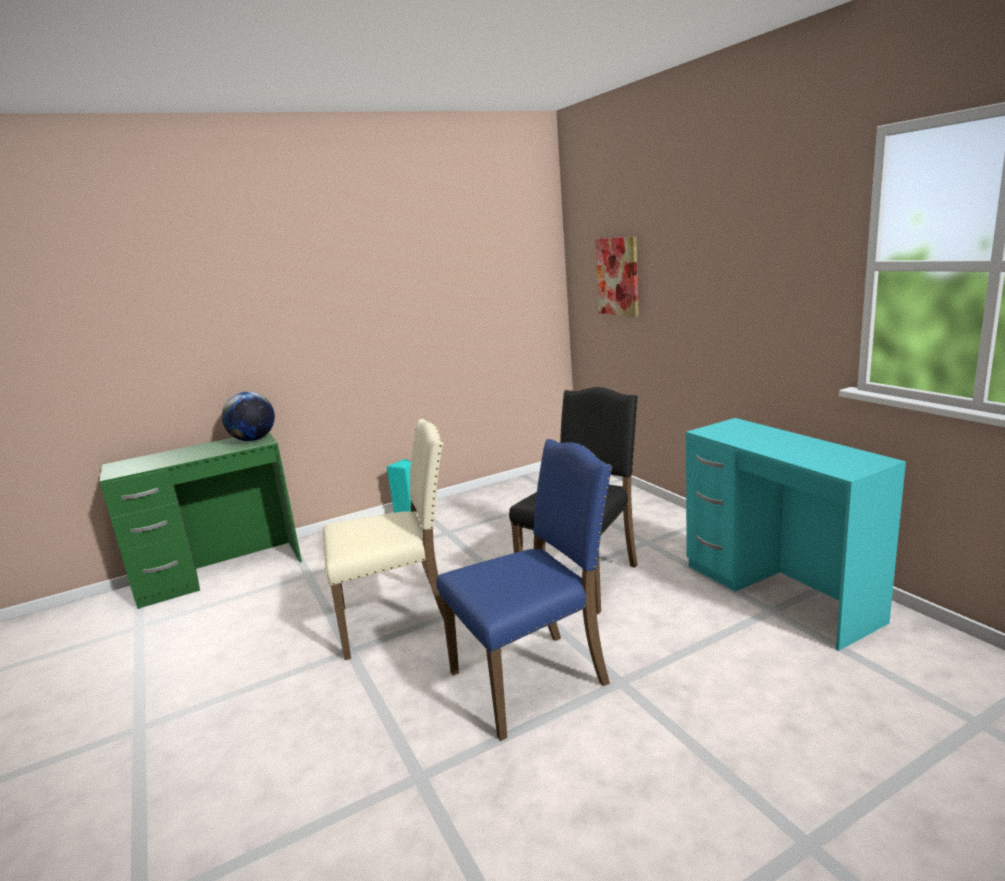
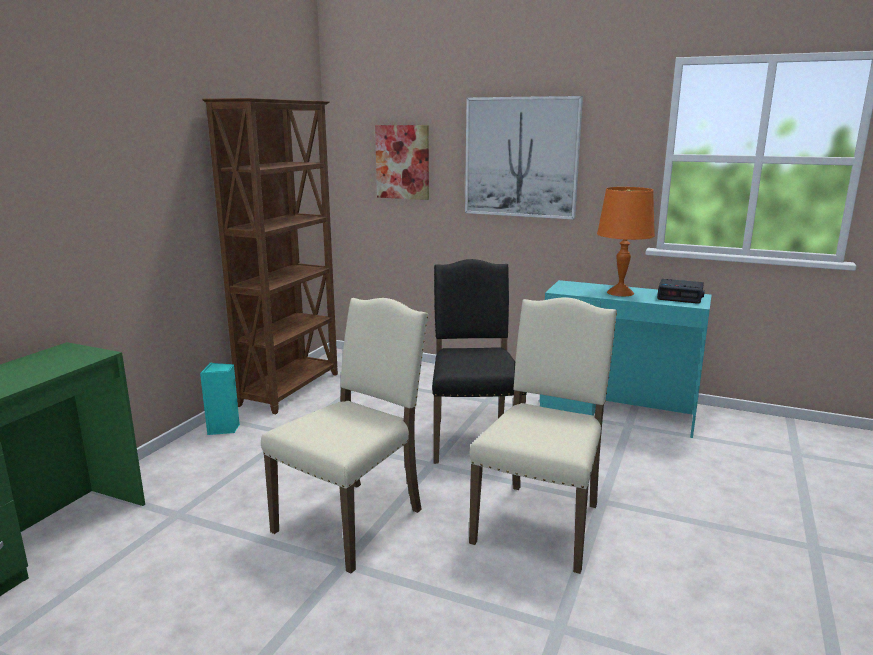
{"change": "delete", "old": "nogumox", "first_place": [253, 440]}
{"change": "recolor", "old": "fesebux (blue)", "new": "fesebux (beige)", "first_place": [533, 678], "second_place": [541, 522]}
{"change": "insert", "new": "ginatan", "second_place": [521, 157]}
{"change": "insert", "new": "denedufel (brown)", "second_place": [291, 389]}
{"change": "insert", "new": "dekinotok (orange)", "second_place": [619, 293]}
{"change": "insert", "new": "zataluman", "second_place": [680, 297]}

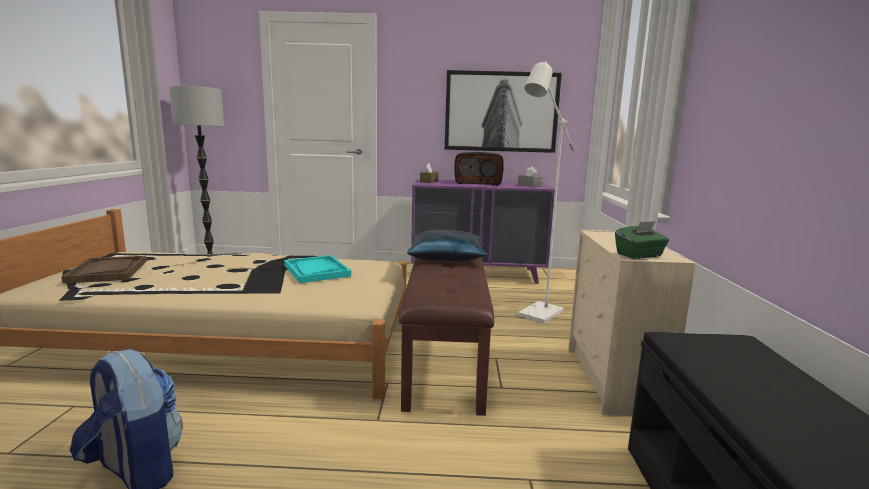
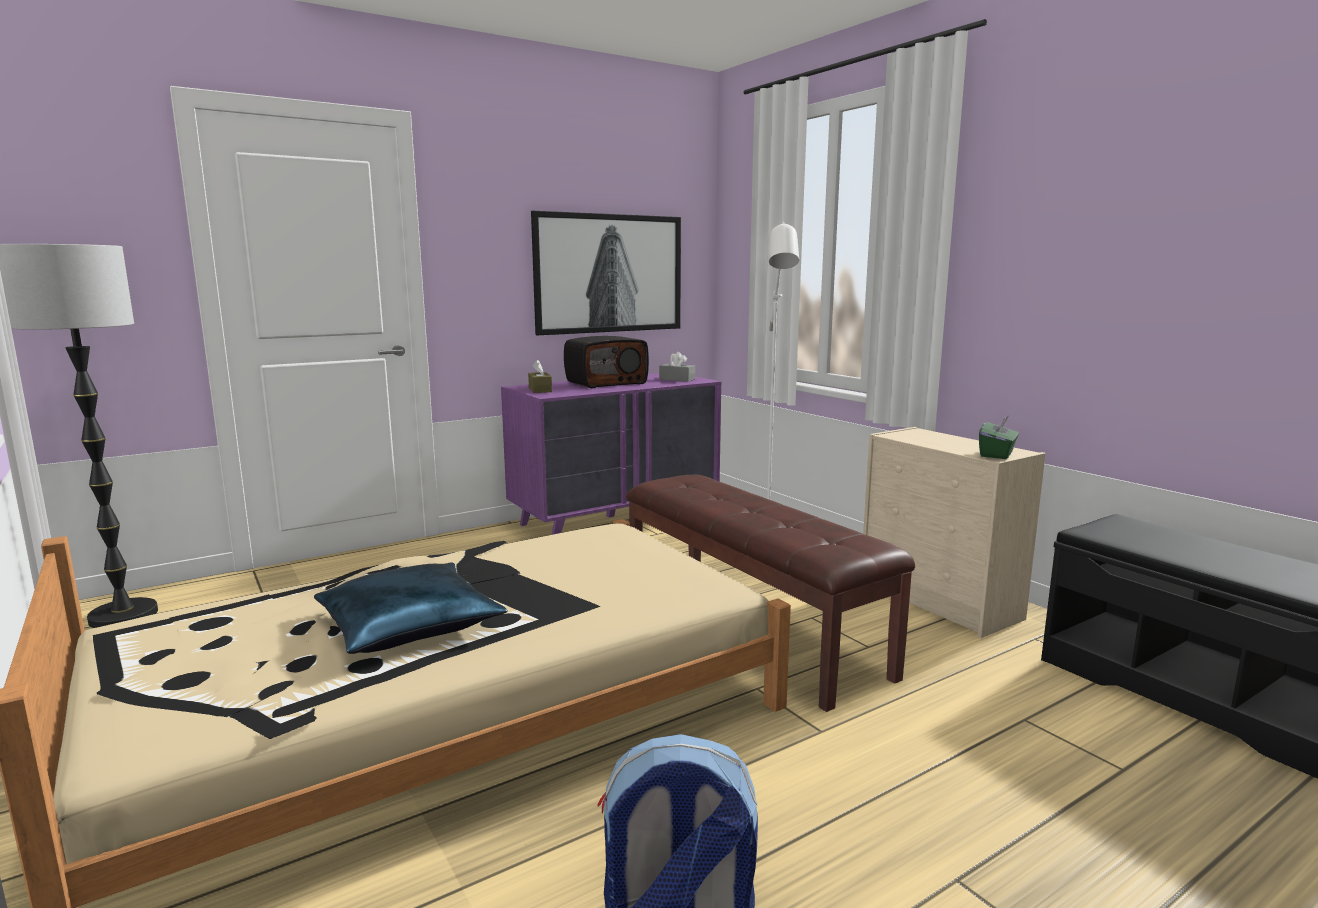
{"change": "move", "old": "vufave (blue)", "first_place": [446, 256], "second_place": [409, 624]}
{"change": "delete", "old": "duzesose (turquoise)", "first_place": [316, 271]}
{"change": "delete", "old": "duzesose (brown)", "first_place": [107, 271]}

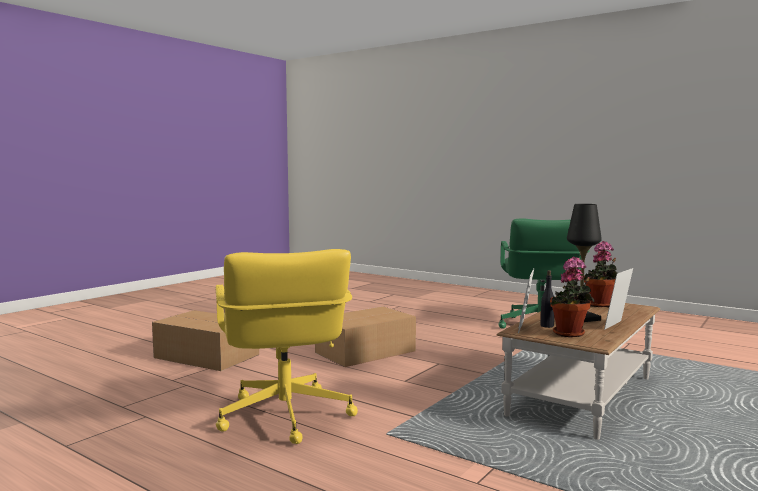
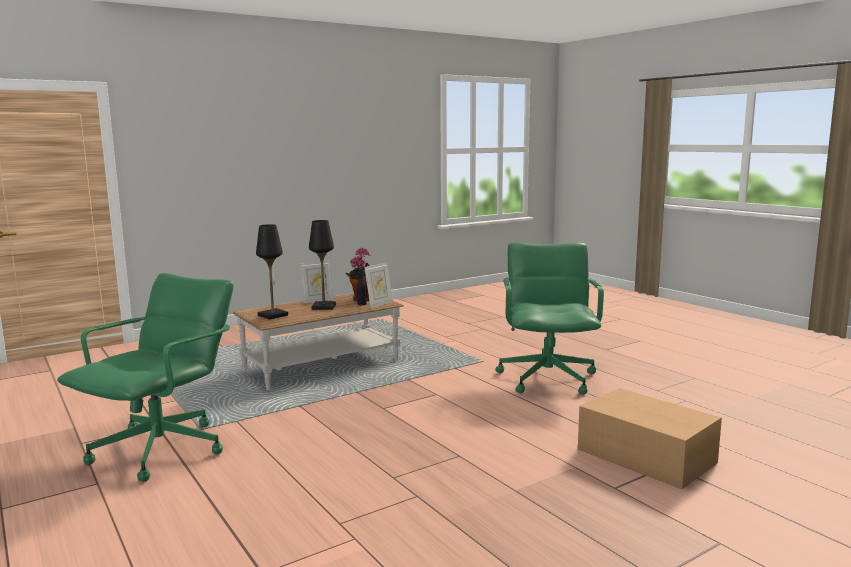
{"change": "replace", "old": "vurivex", "new": "dekinotok (black)", "first_place": [600, 305], "second_place": [273, 315]}
{"change": "recolor", "old": "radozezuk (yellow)", "new": "radozezuk (green)", "first_place": [284, 416], "second_place": [548, 378]}
{"change": "delete", "old": "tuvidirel", "first_place": [367, 351]}

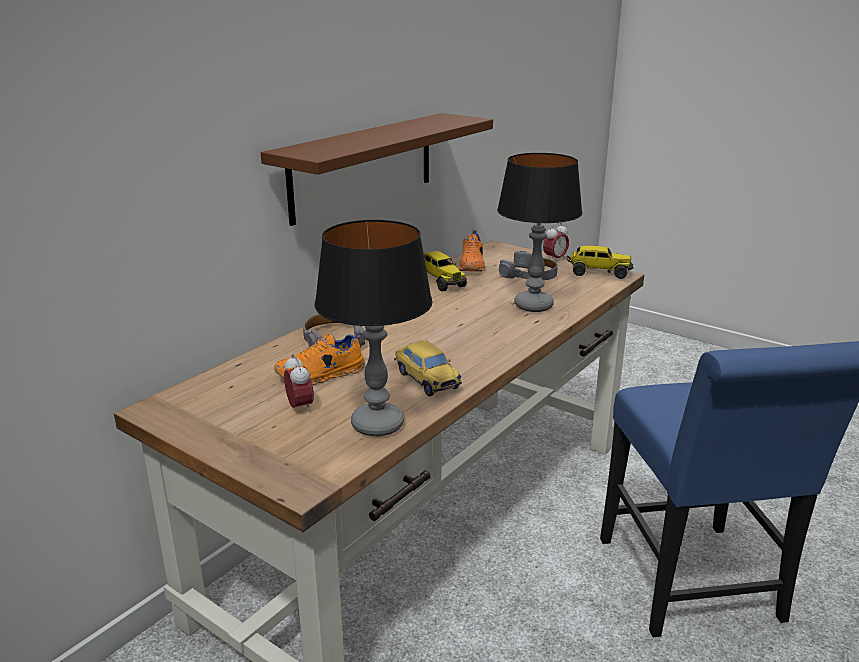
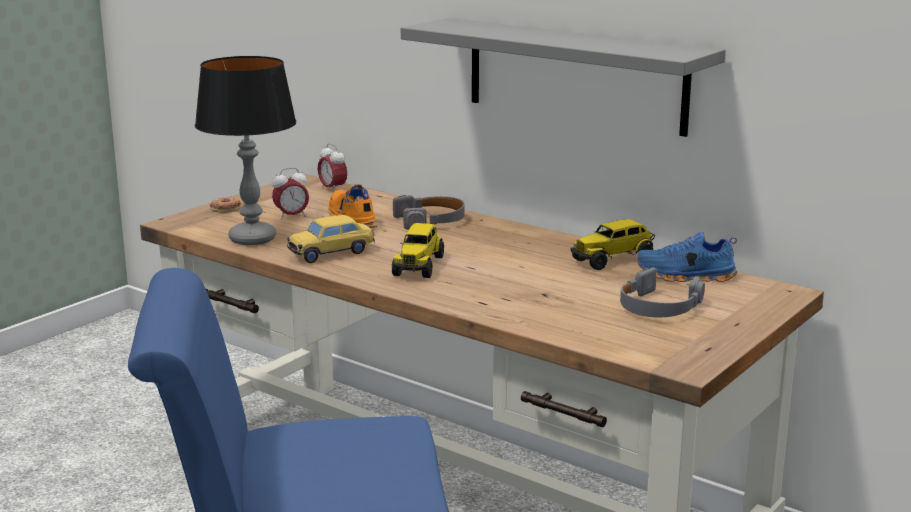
{"change": "recolor", "old": "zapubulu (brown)", "new": "zapubulu (grey)", "first_place": [363, 166], "second_place": [575, 75]}
{"change": "delete", "old": "dekinotok", "first_place": [533, 305]}
{"change": "move", "old": "zataluman", "first_place": [555, 259], "second_place": [332, 189]}
{"change": "recolor", "old": "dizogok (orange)", "new": "dizogok (blue)", "first_place": [473, 266], "second_place": [685, 276]}
{"change": "move", "old": "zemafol", "first_place": [598, 273], "second_place": [418, 266]}
{"change": "insert", "new": "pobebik", "second_place": [225, 208]}

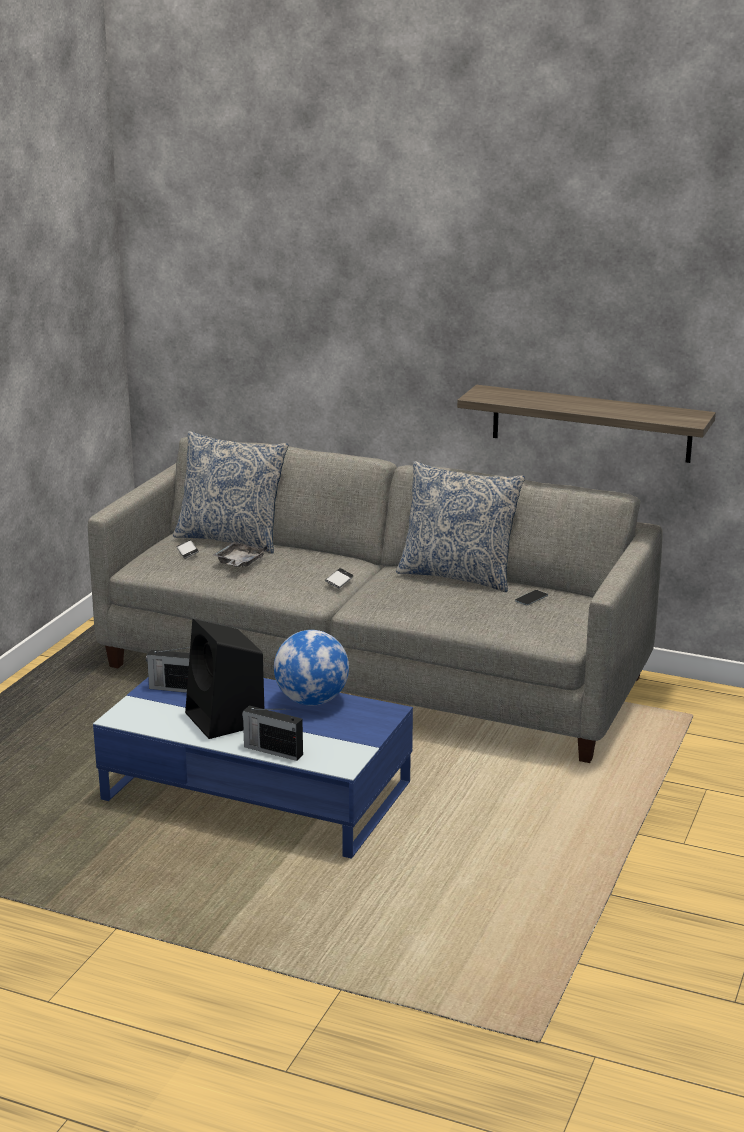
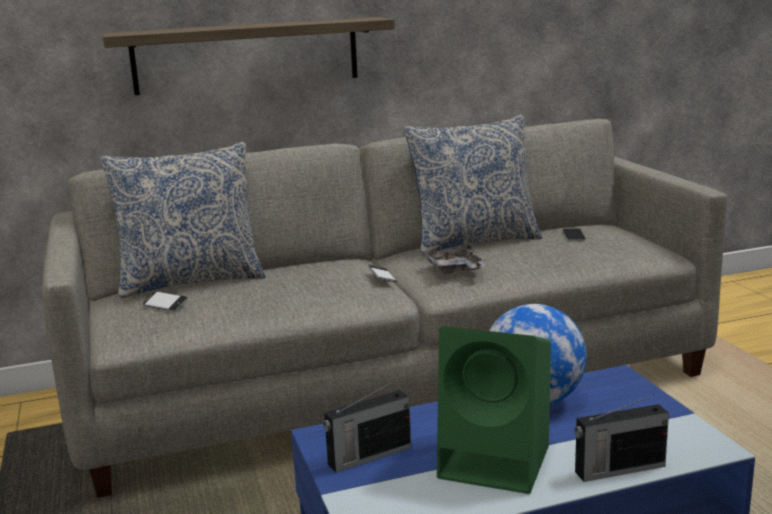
{"change": "move", "old": "zapubulu", "first_place": [591, 423], "second_place": [247, 55]}
{"change": "move", "old": "duzesose (grey)", "first_place": [239, 562], "second_place": [455, 269]}
{"change": "recolor", "old": "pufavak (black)", "new": "pufavak (green)", "first_place": [226, 719], "second_place": [498, 462]}

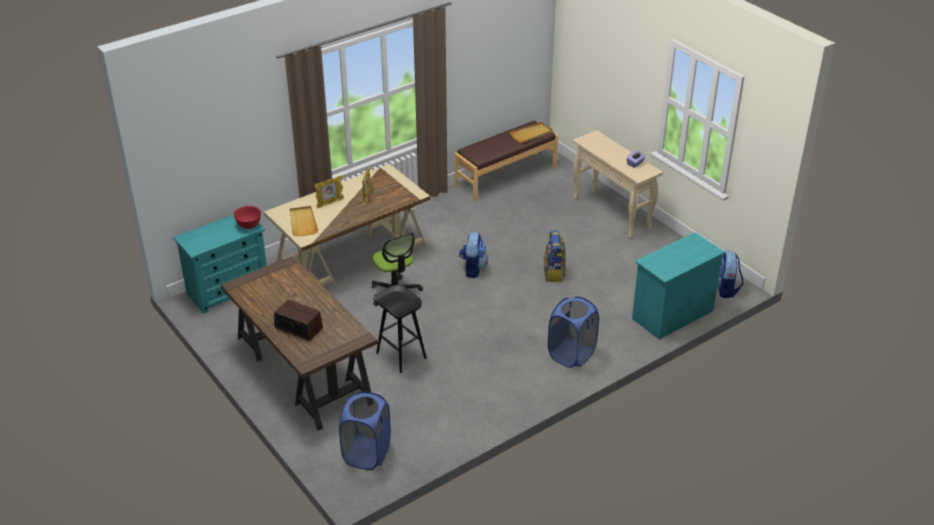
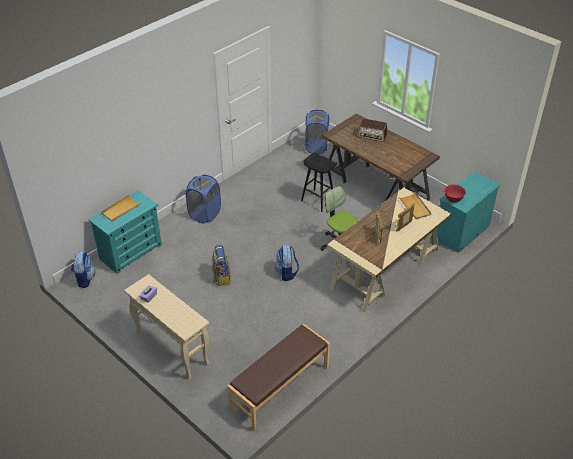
{"change": "move", "old": "duzesose (beige)", "first_place": [531, 134], "second_place": [120, 210]}

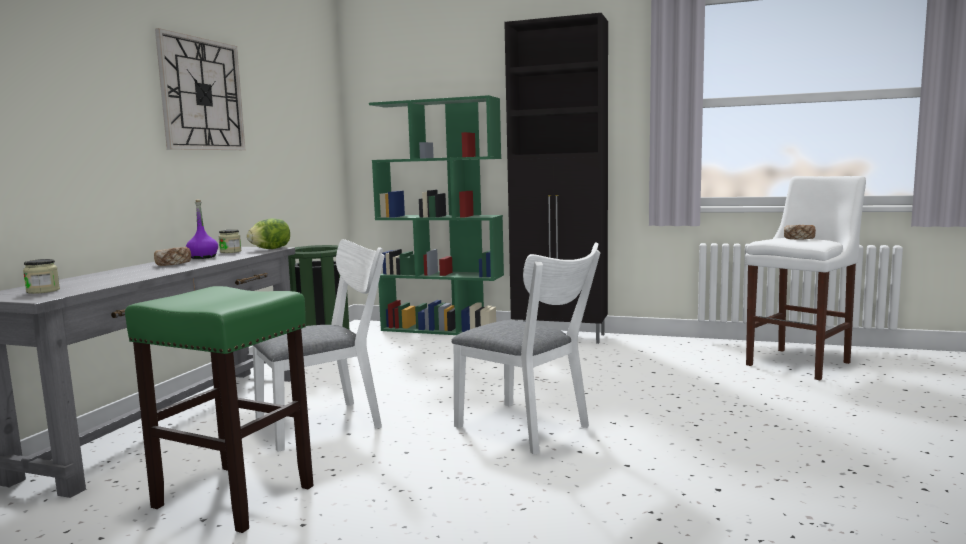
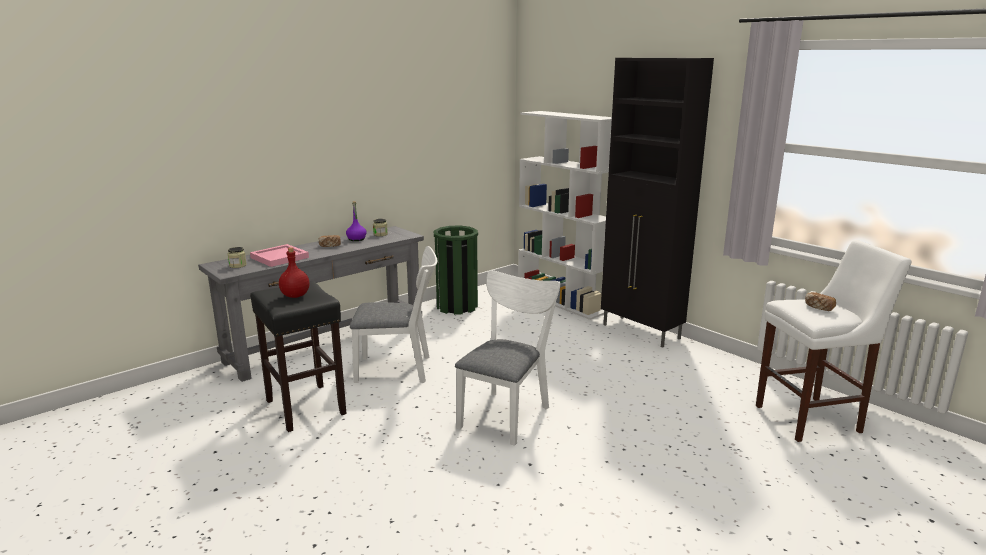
{"change": "delete", "old": "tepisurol", "first_place": [202, 94]}
{"change": "recolor", "old": "denedufel (green)", "new": "denedufel (white)", "first_place": [443, 329], "second_place": [562, 302]}
{"change": "delete", "old": "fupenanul", "first_place": [270, 249]}
{"change": "rotate", "old": "fesebux (white)", "first_place": [529, 429], "second_place": [507, 413], "degrees": -135}
{"change": "recolor", "old": "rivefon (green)", "new": "rivefon (black)", "first_place": [236, 496], "second_place": [306, 407]}
{"change": "insert", "new": "duzesose (pink)", "second_place": [279, 258]}
{"change": "insert", "new": "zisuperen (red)", "second_place": [296, 295]}

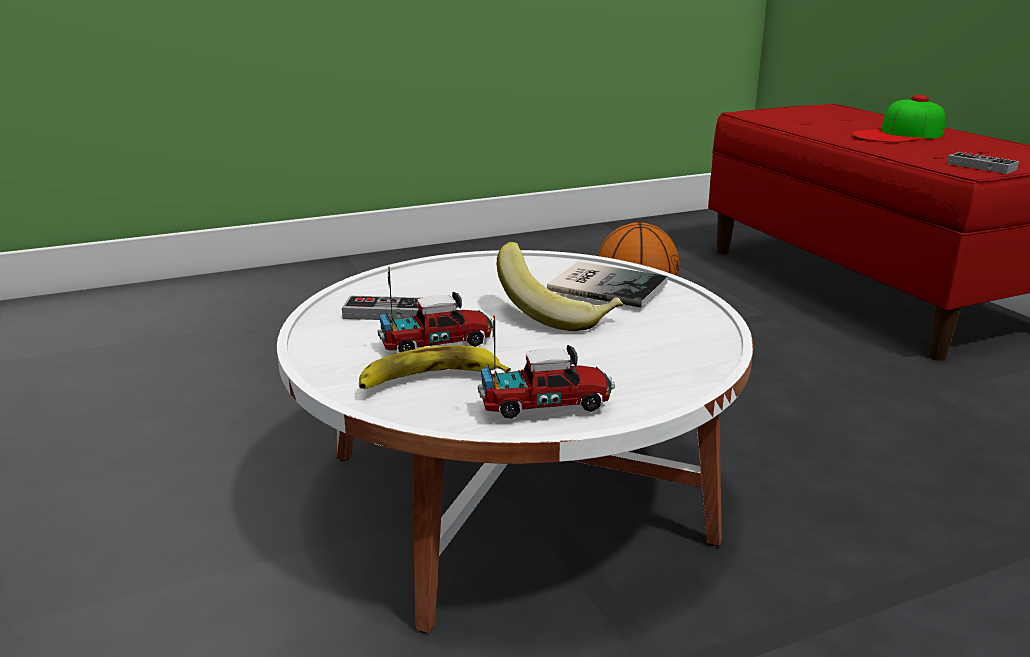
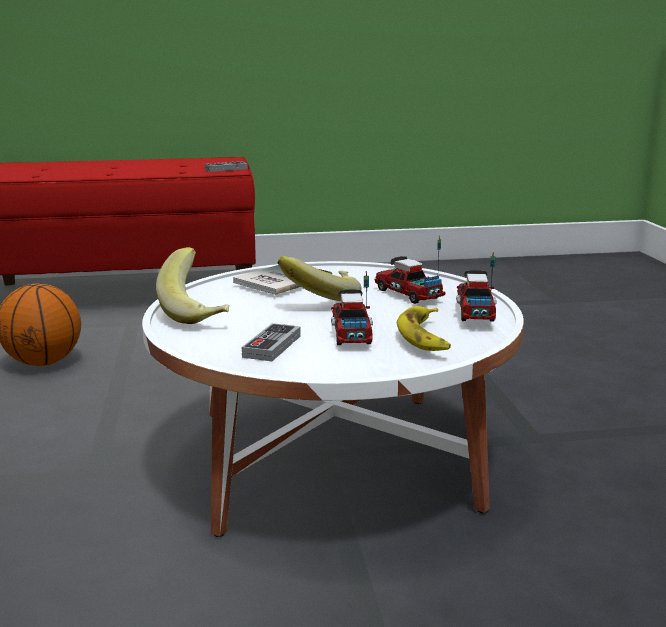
{"change": "delete", "old": "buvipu", "first_place": [899, 134]}
{"change": "insert", "new": "zemafol", "second_place": [407, 294]}
{"change": "insert", "new": "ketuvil", "second_place": [199, 312]}

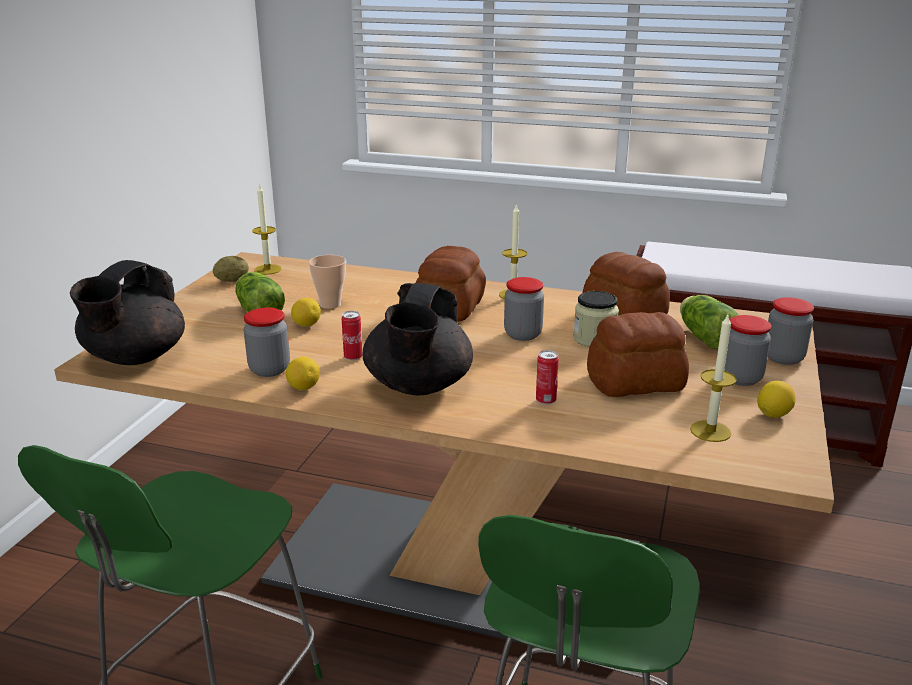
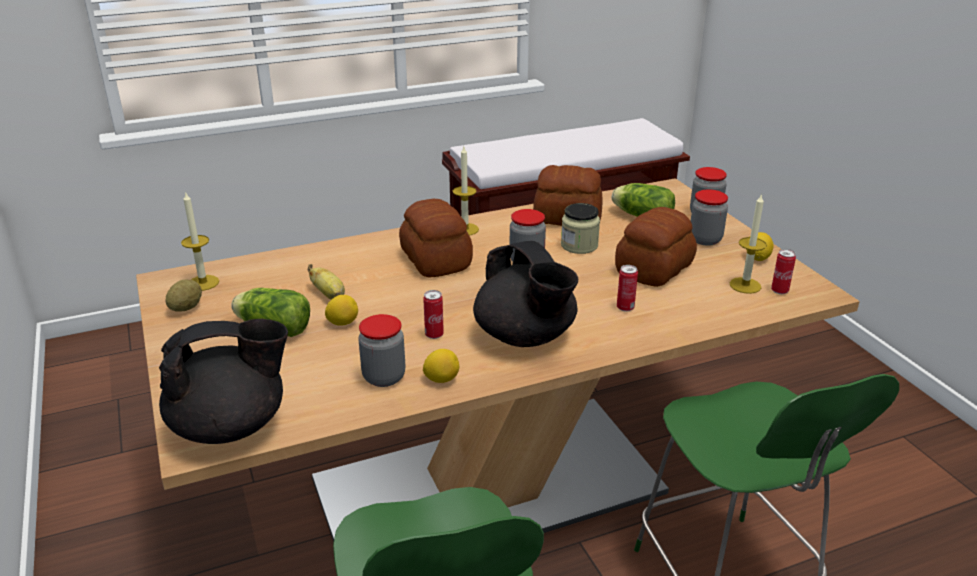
{"change": "replace", "old": "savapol", "new": "ketuvil", "first_place": [330, 305], "second_place": [329, 295]}
{"change": "rotate", "old": "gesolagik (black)", "first_place": [134, 358], "second_place": [231, 426], "degrees": -90}
{"change": "insert", "new": "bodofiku", "second_place": [779, 291]}

